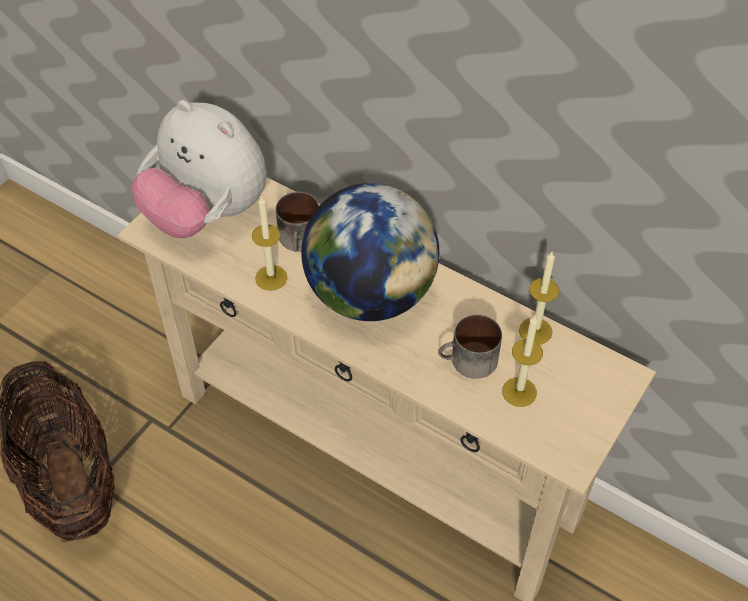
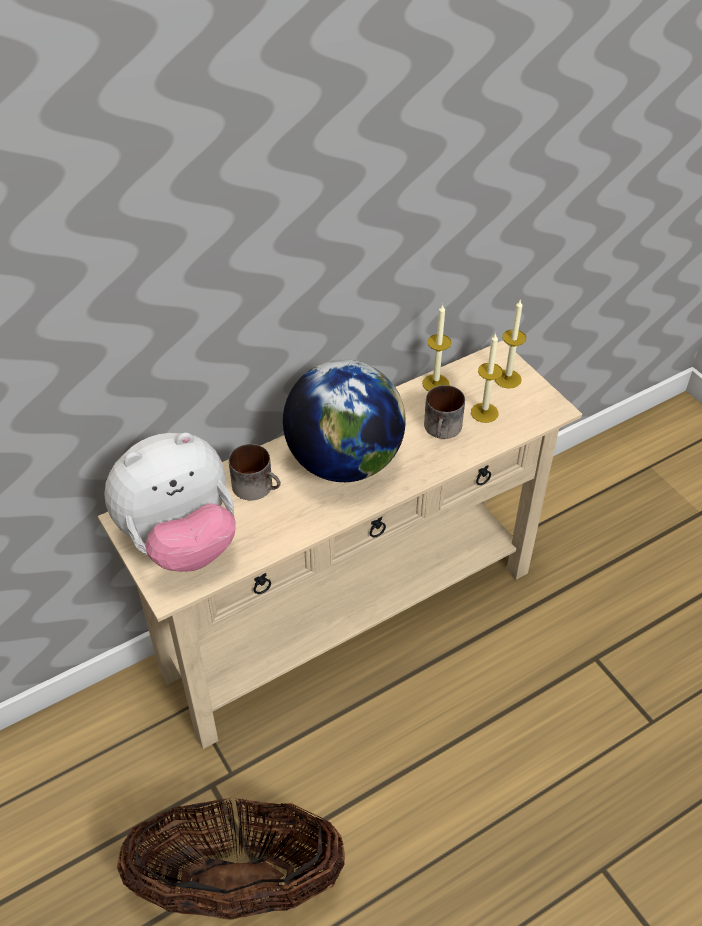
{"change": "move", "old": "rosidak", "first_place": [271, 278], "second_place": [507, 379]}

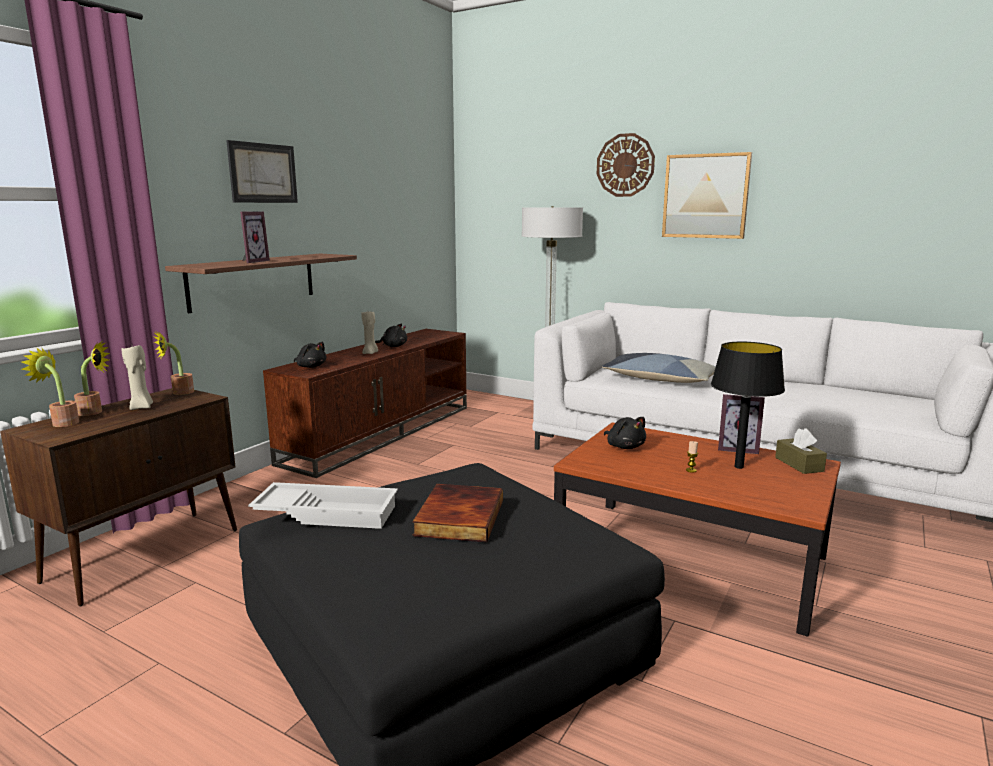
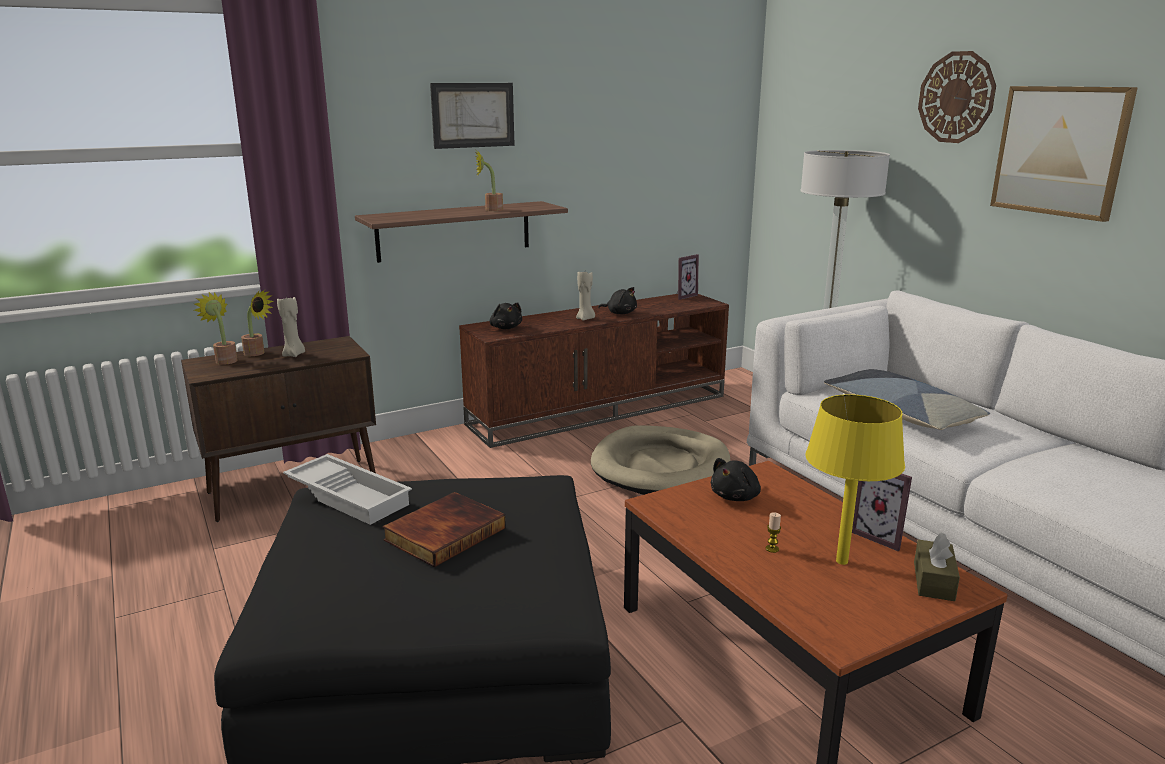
{"change": "move", "old": "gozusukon", "first_place": [251, 261], "second_place": [682, 296]}
{"change": "move", "old": "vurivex", "first_place": [178, 393], "second_place": [490, 210]}
{"change": "recolor", "old": "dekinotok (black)", "new": "dekinotok (yellow)", "first_place": [738, 467], "second_place": [841, 561]}
{"change": "rotate", "old": "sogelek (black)", "first_place": [624, 446], "second_place": [736, 497], "degrees": 45}
{"change": "insert", "new": "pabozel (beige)", "second_place": [661, 467]}

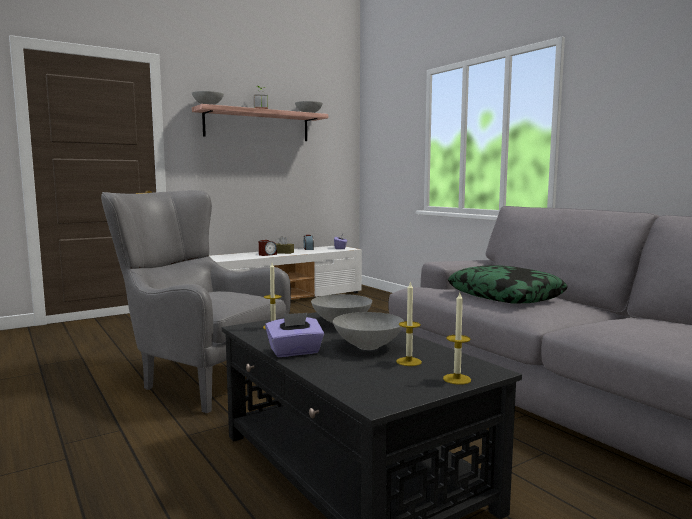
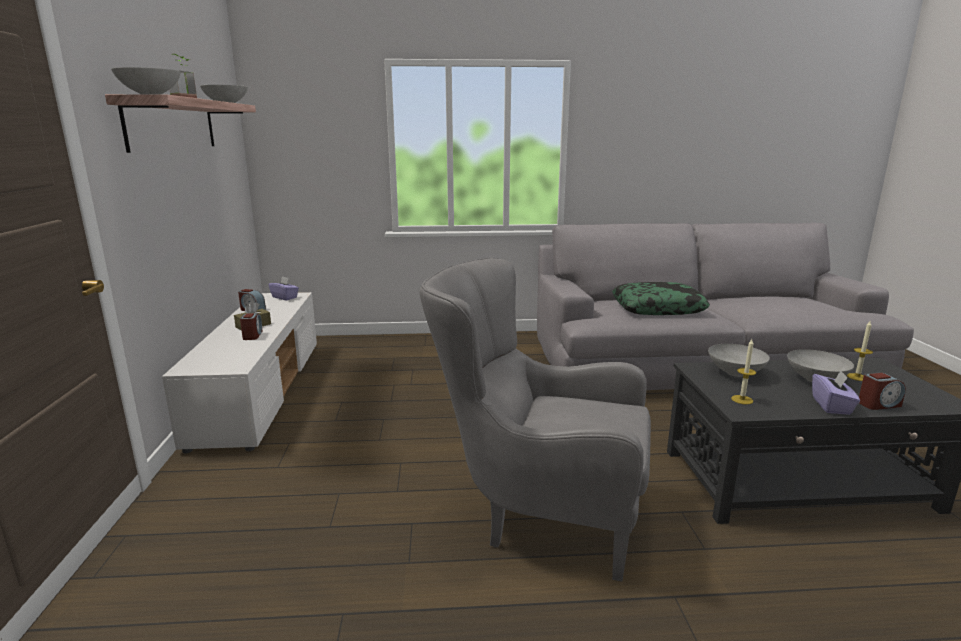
{"change": "rotate", "old": "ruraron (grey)", "first_place": [199, 378], "second_place": [537, 513], "degrees": 45}
{"change": "delete", "old": "rosidak", "first_place": [457, 379]}
{"change": "insert", "new": "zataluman", "second_place": [878, 404]}

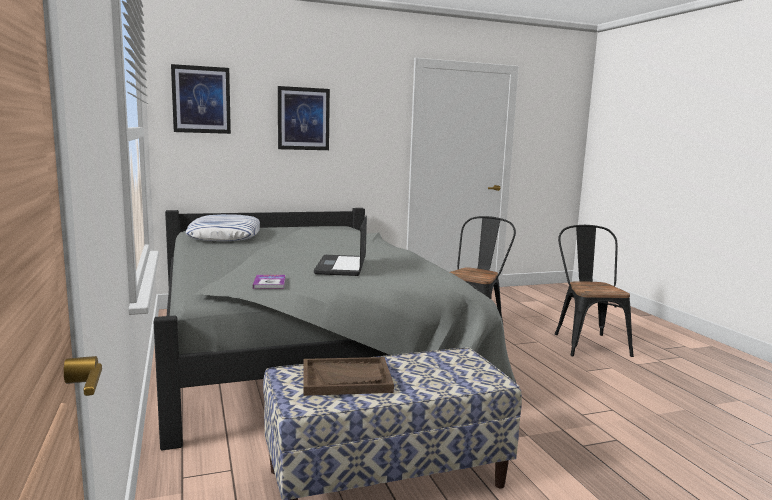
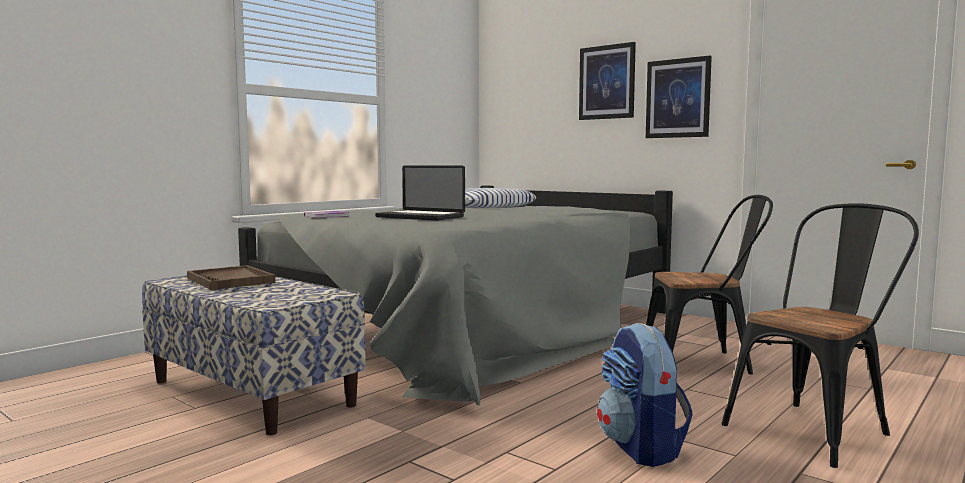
{"change": "move", "old": "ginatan", "first_place": [201, 99], "second_place": [678, 98]}
{"change": "rotate", "old": "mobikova", "first_place": [341, 266], "second_place": [420, 217], "degrees": -120}
{"change": "insert", "new": "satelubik", "second_place": [641, 448]}

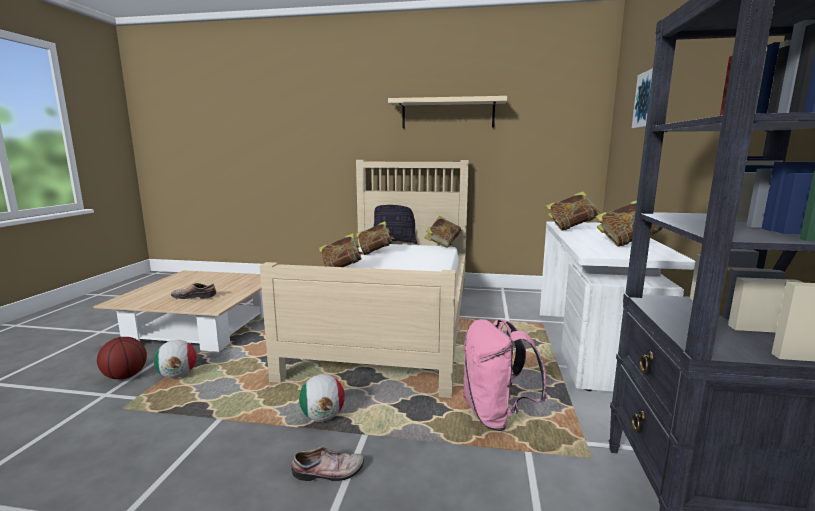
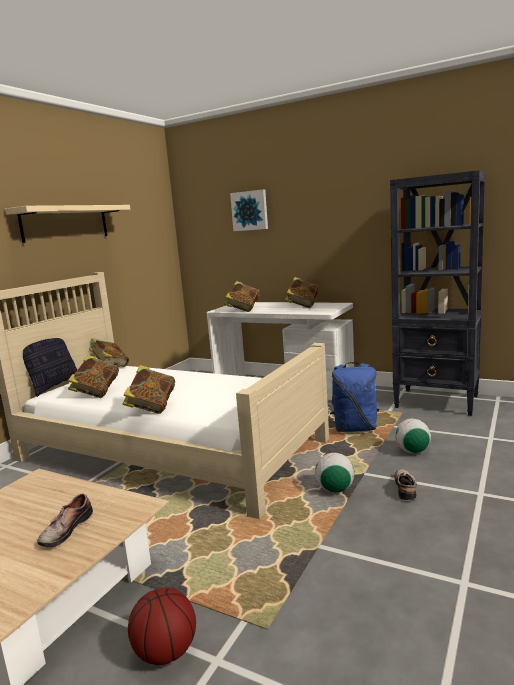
{"change": "recolor", "old": "satelubik (pink)", "new": "satelubik (blue)", "first_place": [496, 416], "second_place": [355, 428]}
{"change": "move", "old": "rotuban", "first_place": [178, 375], "second_place": [412, 451]}

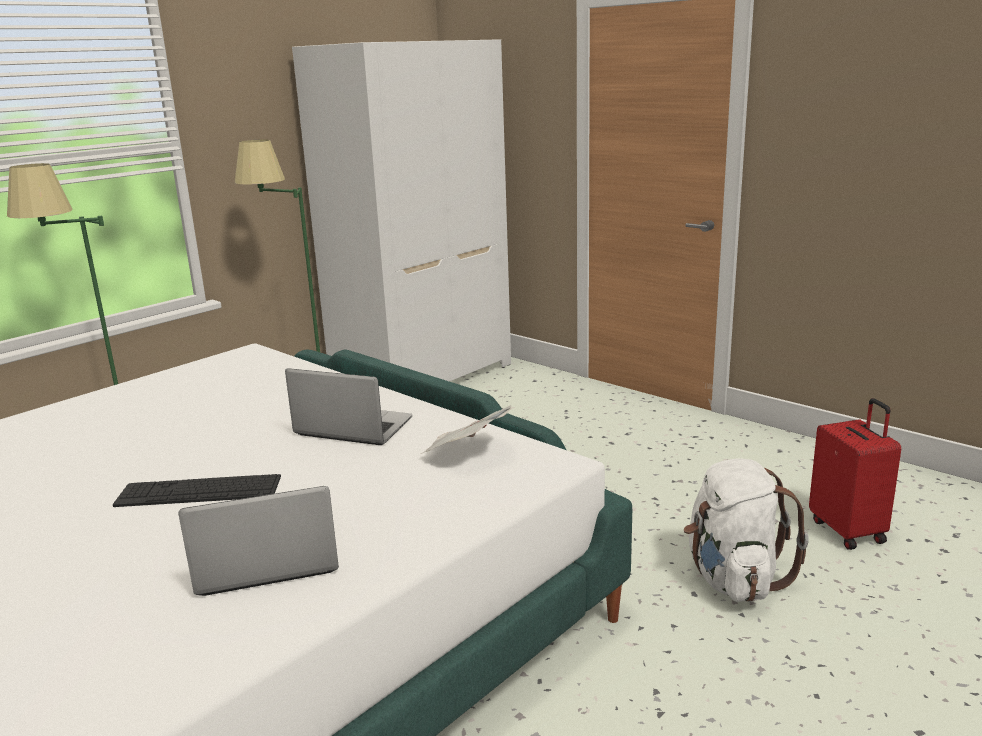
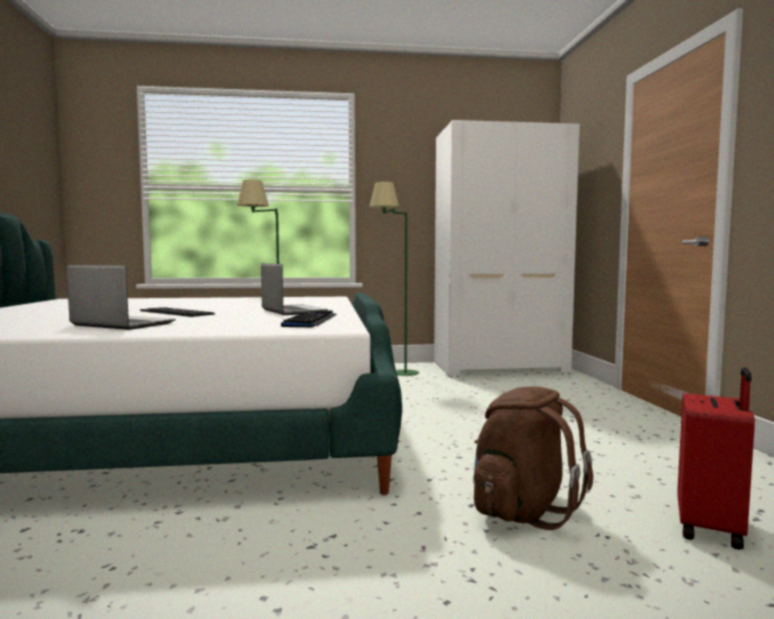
{"change": "replace", "old": "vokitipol", "new": "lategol", "first_place": [467, 453], "second_place": [311, 321]}
{"change": "recolor", "old": "satelubik (white)", "new": "satelubik (brown)", "first_place": [733, 579], "second_place": [522, 511]}

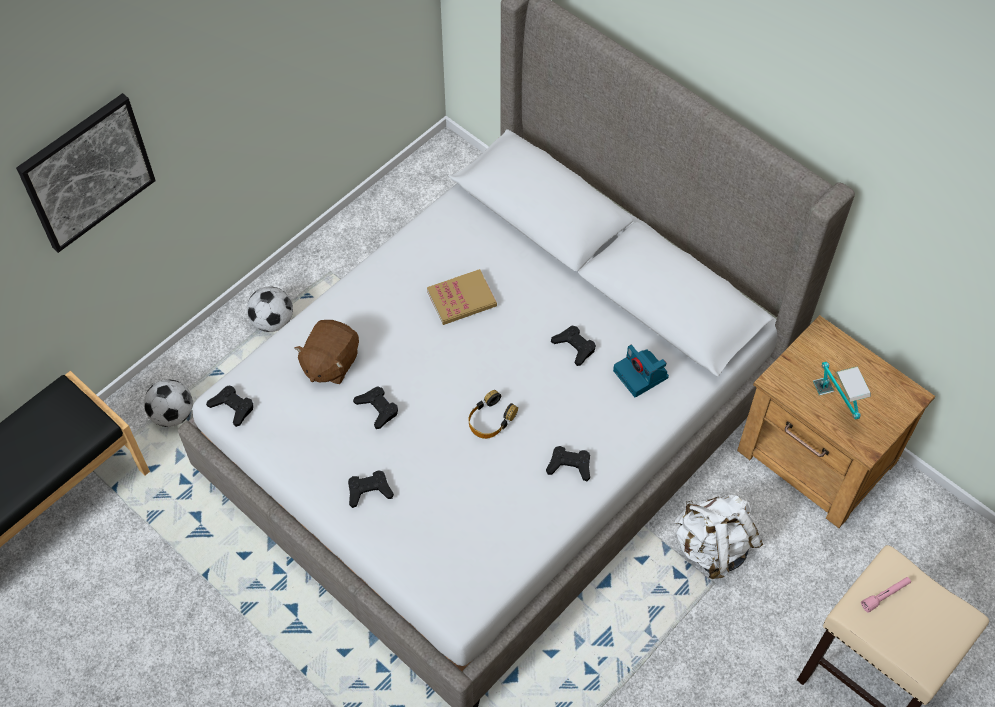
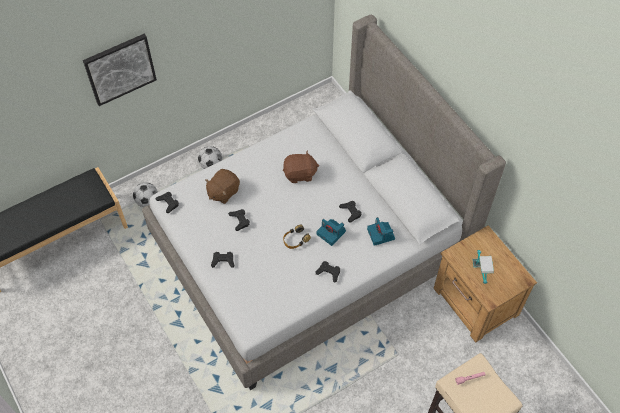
{"change": "replace", "old": "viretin", "new": "sogelek (brown)", "first_place": [461, 299], "second_place": [300, 174]}
{"change": "delete", "old": "satelubik (white)", "first_place": [713, 547]}
{"change": "insert", "new": "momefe", "second_place": [331, 233]}

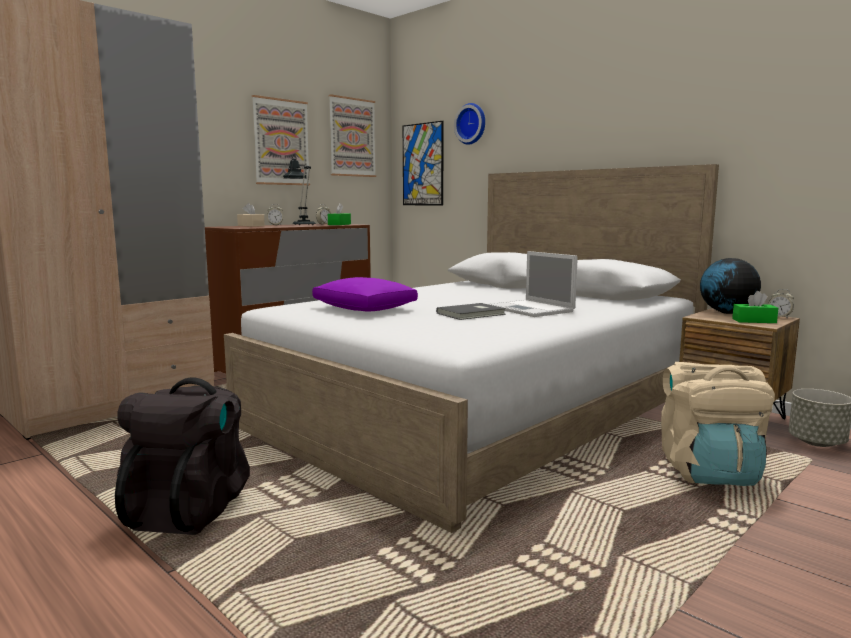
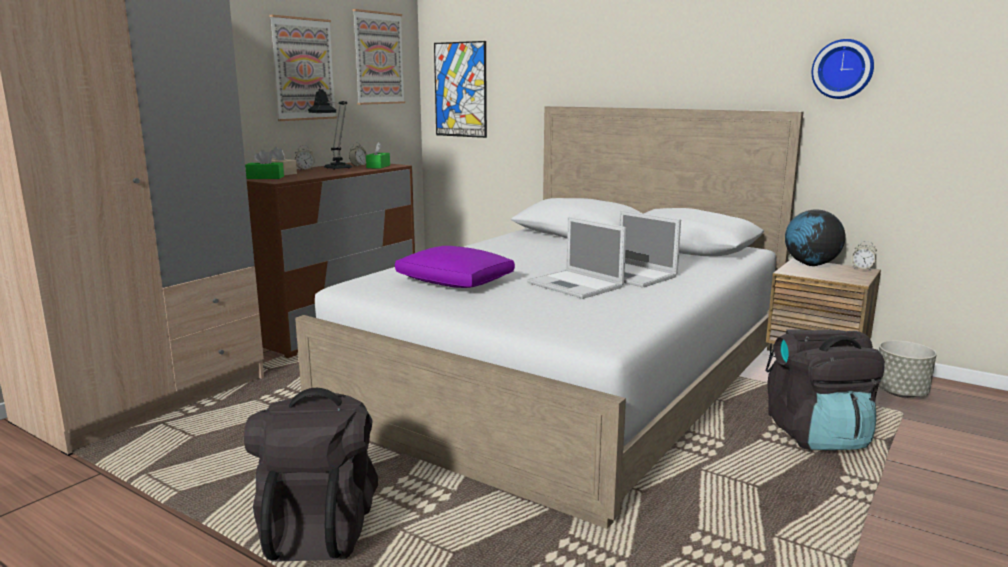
{"change": "move", "old": "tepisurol", "first_place": [472, 124], "second_place": [843, 69]}
{"change": "move", "old": "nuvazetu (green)", "first_place": [754, 321], "second_place": [265, 177]}
{"change": "replace", "old": "viretin (grey)", "new": "mobikova", "first_place": [472, 314], "second_place": [576, 285]}
{"change": "recolor", "old": "satelubik (beige)", "new": "satelubik (black)", "first_place": [709, 472], "second_place": [817, 435]}

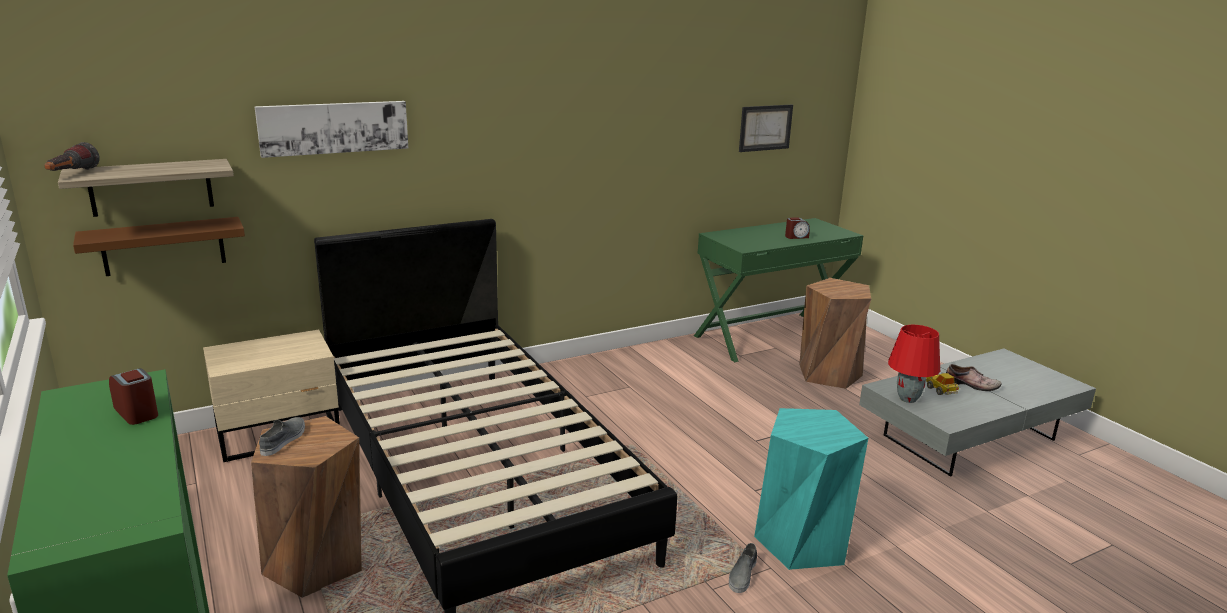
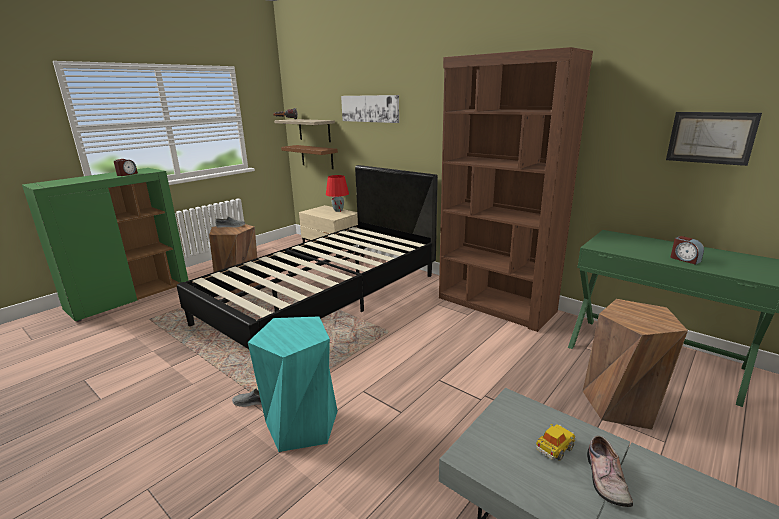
{"change": "move", "old": "dekinotok (red)", "first_place": [908, 399], "second_place": [338, 211]}
{"change": "insert", "new": "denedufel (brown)", "second_place": [495, 305]}

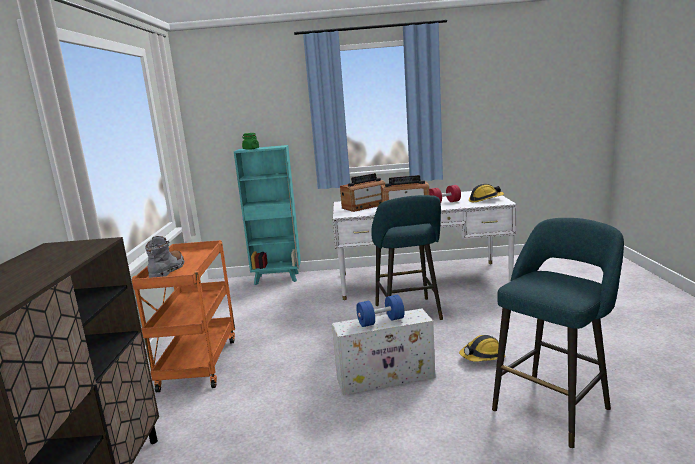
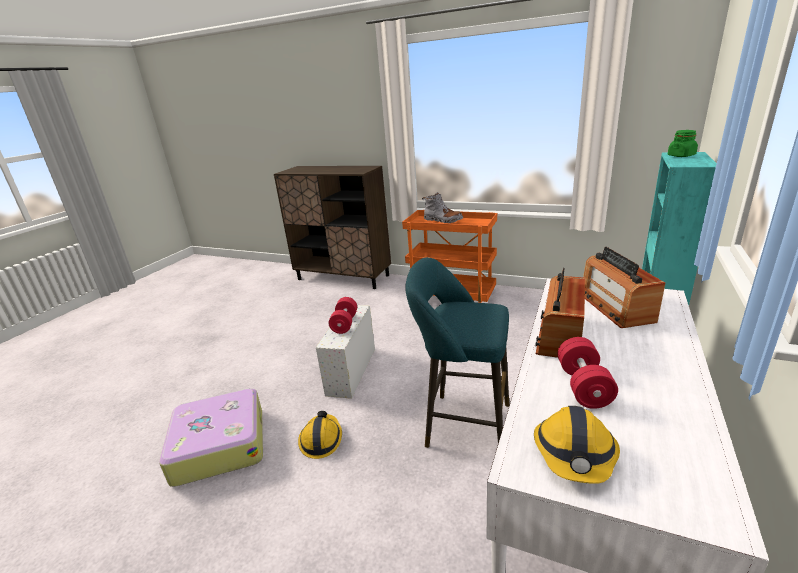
{"change": "replace", "old": "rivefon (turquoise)", "new": "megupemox", "first_place": [554, 406], "second_place": [219, 445]}
{"change": "recolor", "old": "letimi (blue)", "new": "letimi (red)", "first_place": [381, 321], "second_place": [344, 324]}

